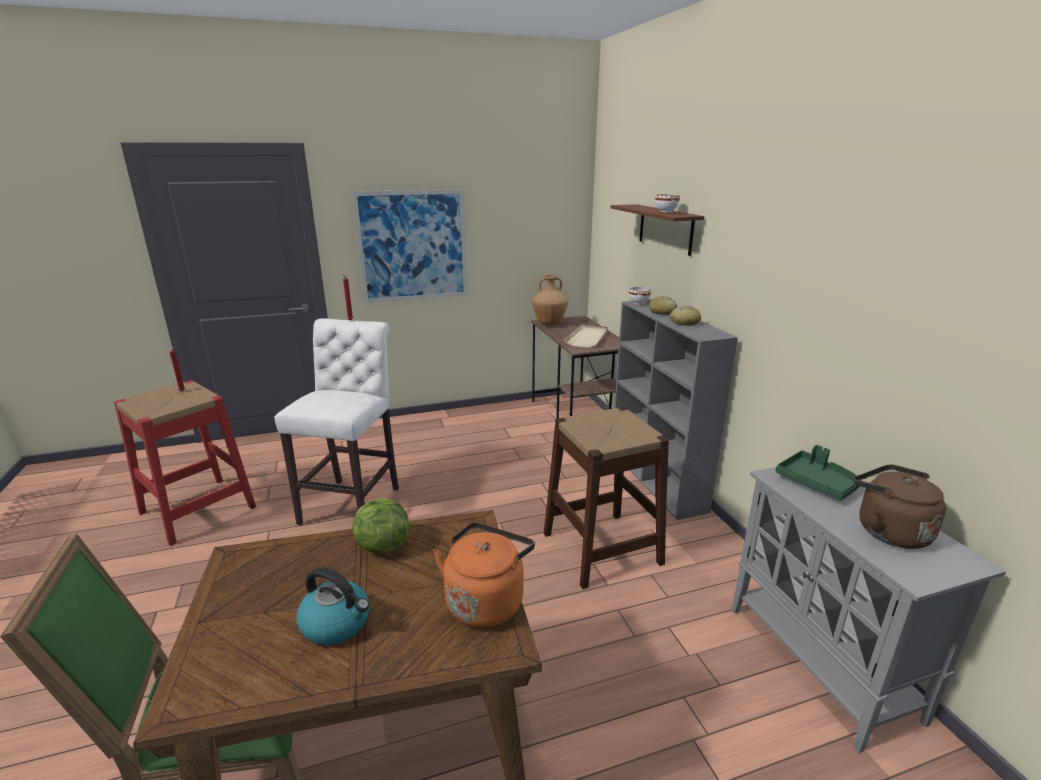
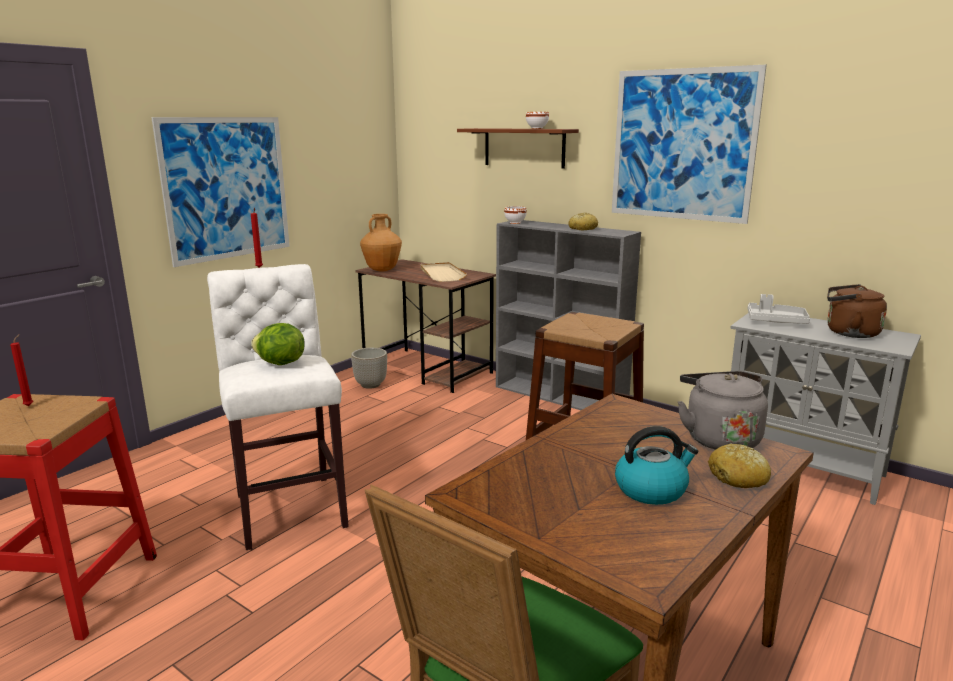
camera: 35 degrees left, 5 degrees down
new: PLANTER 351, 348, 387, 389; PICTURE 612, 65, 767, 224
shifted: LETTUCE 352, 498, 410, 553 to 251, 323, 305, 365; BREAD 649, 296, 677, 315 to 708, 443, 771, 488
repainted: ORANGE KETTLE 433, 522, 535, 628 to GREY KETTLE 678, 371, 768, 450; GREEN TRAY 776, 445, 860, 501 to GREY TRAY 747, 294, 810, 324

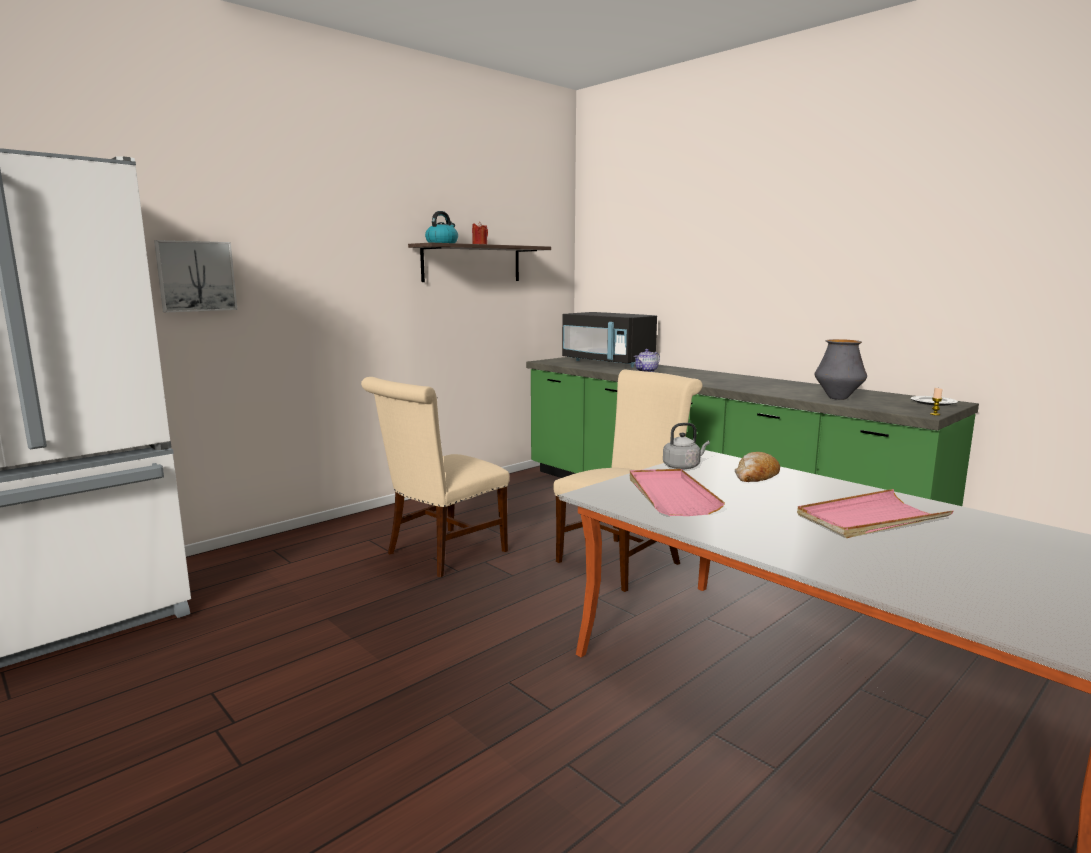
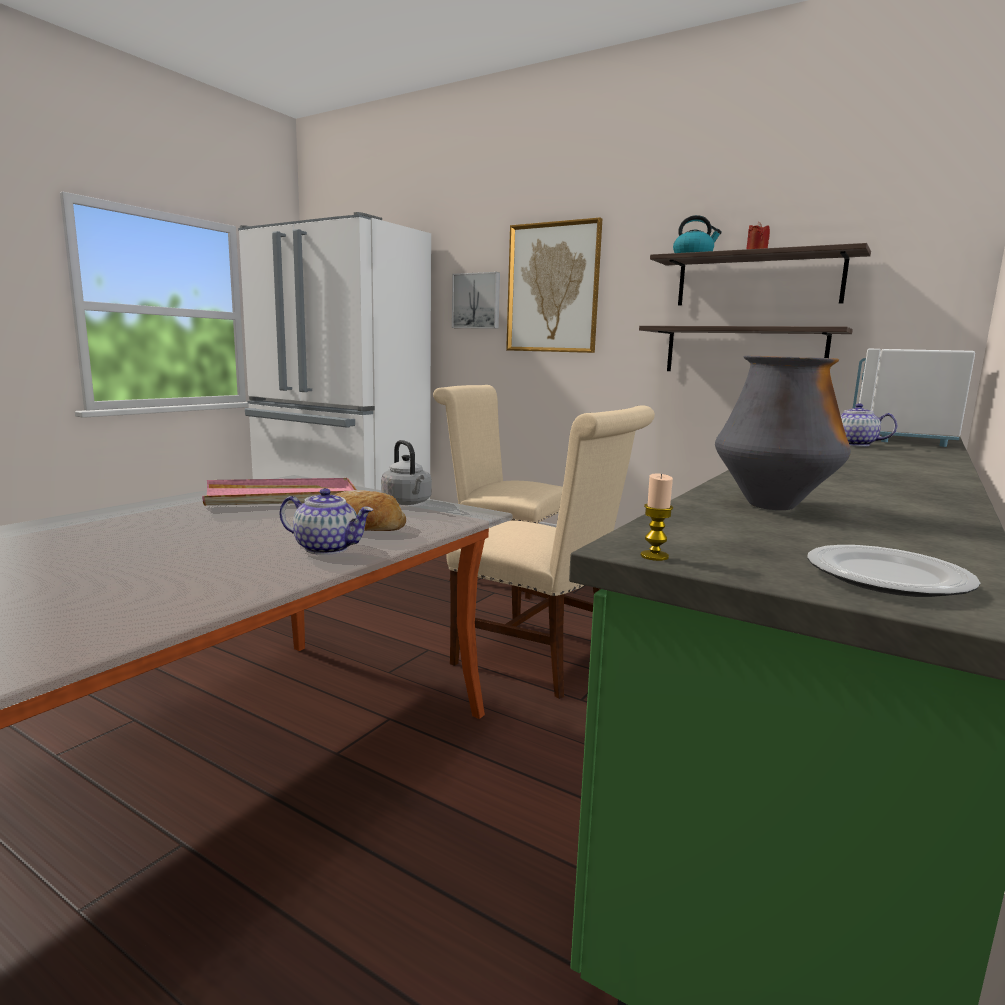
camera: 75 degrees right, 0 degrees up
gone: PINK TRAY 797, 489, 954, 538
new: TEAPOT 280, 488, 373, 555; PICTURE 506, 217, 602, 353; SHELF 639, 326, 853, 371
repainted: BLACK MICROWAVE 562, 312, 657, 368 to WHITE MICROWAVE 853, 349, 975, 447

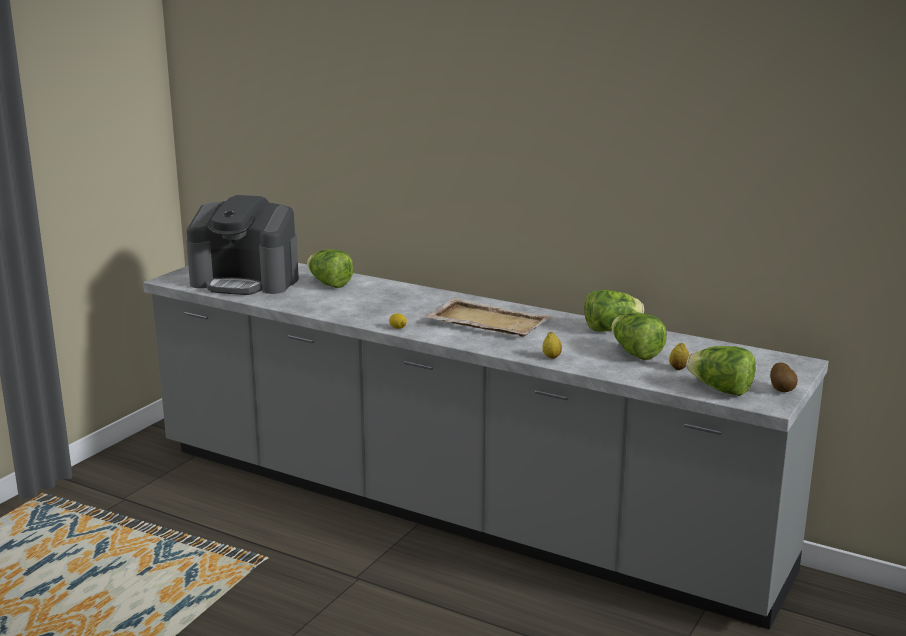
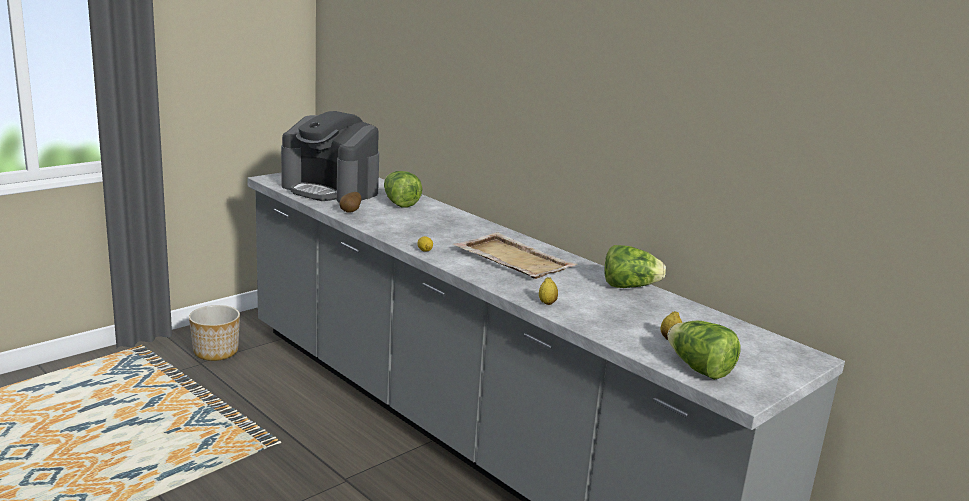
camera: 15 degrees right, 0 degrees up
gone: LETTUCE 611, 313, 667, 360
new: PLANTER 189, 305, 240, 361
shifted: POTATO 770, 362, 798, 392 to 339, 192, 361, 213

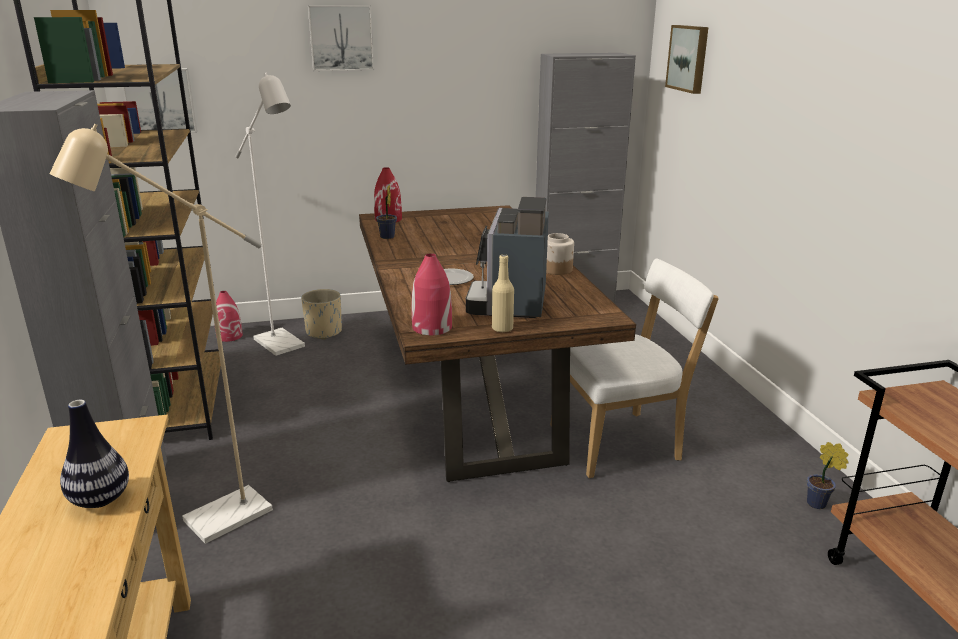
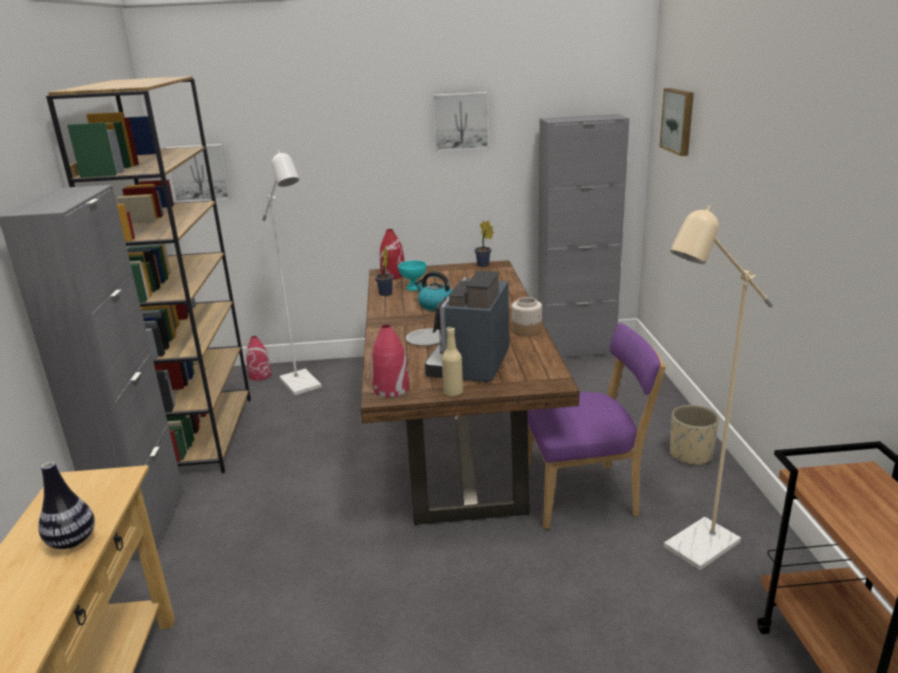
camera: 10 degrees right, 0 degrees up
new: TURQUOISE BOWL 398, 260, 427, 291; KETTLE 415, 271, 452, 311
shifted: BEIGE FLOOR LAMP 50, 123, 273, 544 to 664, 205, 773, 570; BEIGE PLANTER 301, 289, 342, 340 to 670, 405, 719, 466; PICTURE 308, 5, 374, 71 to 433, 92, 489, 152; POTTED PLANT 807, 442, 849, 509 to 474, 221, 494, 267
repainted: WHITE CHAIR 551, 259, 719, 478 to PURPLE CHAIR 527, 323, 666, 529

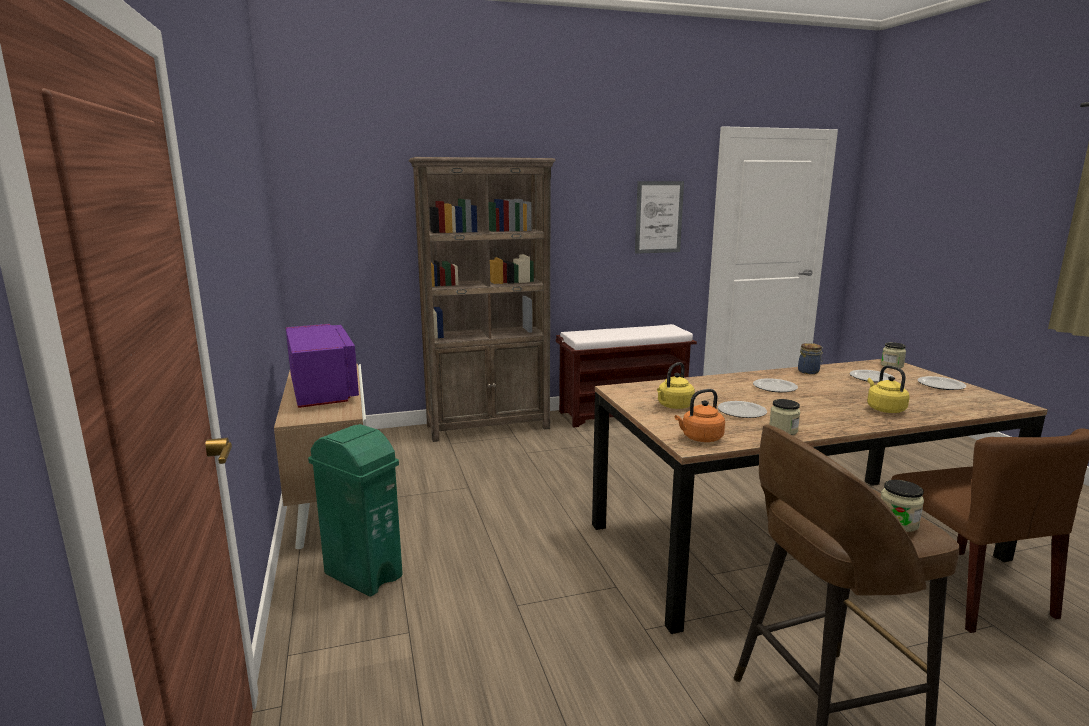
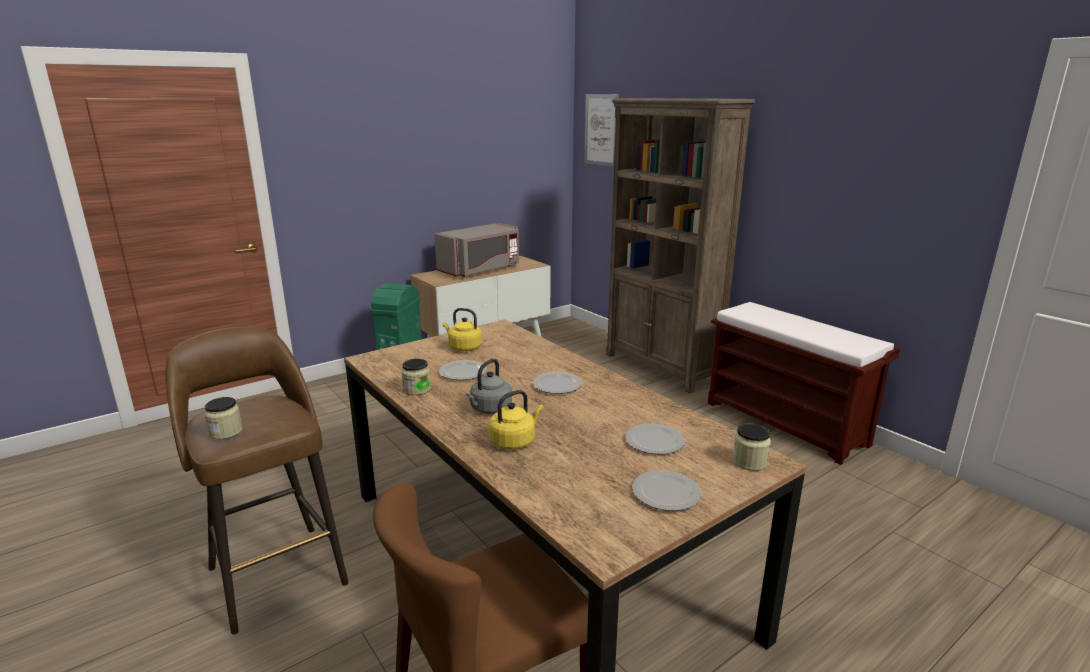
camera: 70 degrees right, 5 degrees up
gone: ORANGE KETTLE 675, 389, 725, 442; JAR 798, 343, 823, 374
new: GREY KETTLE 466, 359, 512, 414
shifted: PICTURE 635, 181, 684, 254 to 584, 94, 620, 167
repainted: PURPLE MICROWAVE 286, 324, 359, 408 to GREY MICROWAVE 434, 223, 519, 277

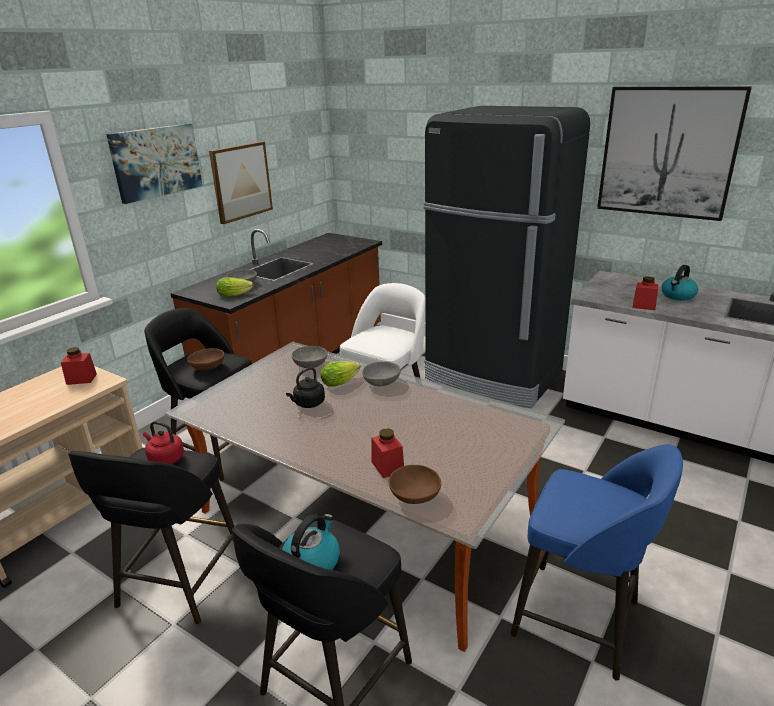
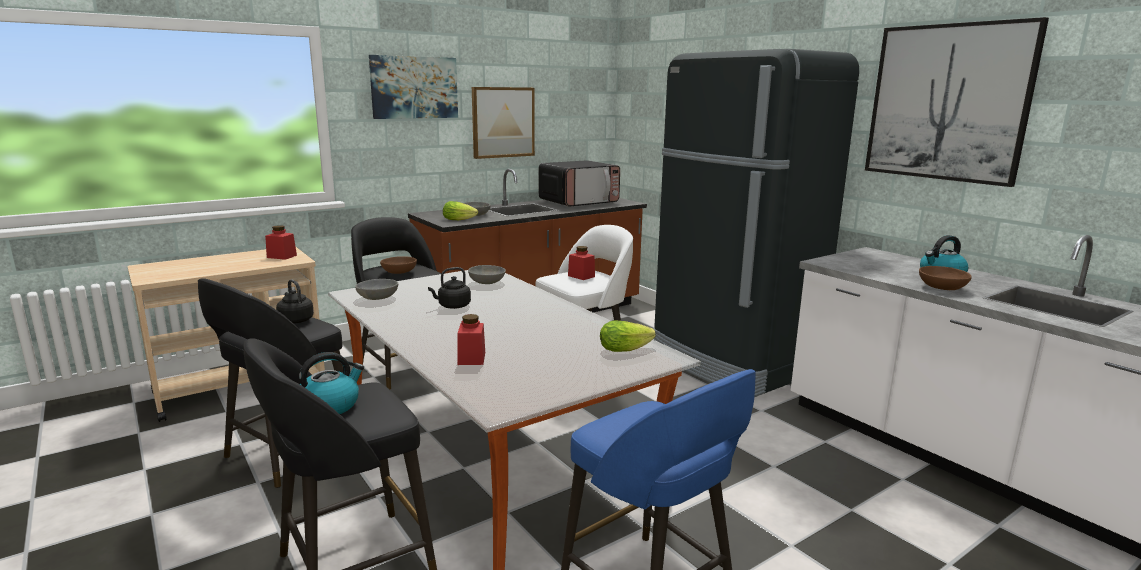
camera: 20 degrees right, 10 degrees down
new: MICROWAVE 539, 160, 620, 206
shifted: LETTUCE 321, 361, 361, 387 to 600, 321, 656, 352; GREY BOWL 362, 362, 401, 386 to 355, 279, 398, 300; BROWN BOWL 389, 465, 441, 504 to 919, 266, 972, 290; RED JAR 633, 276, 658, 310 to 568, 246, 595, 280
repainted: RED KETTLE 143, 421, 184, 464 to BLACK KETTLE 276, 279, 314, 324

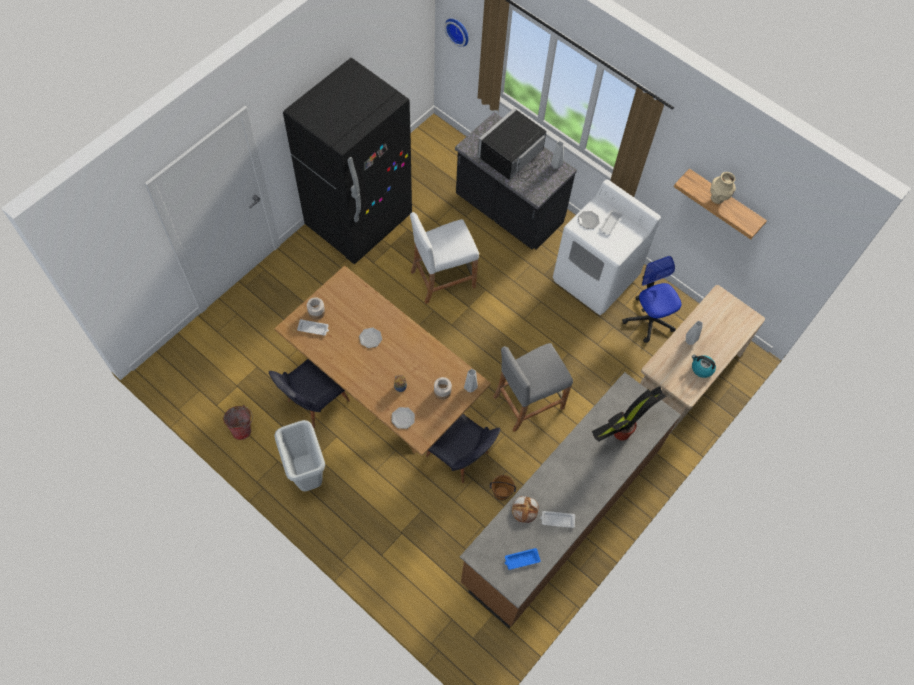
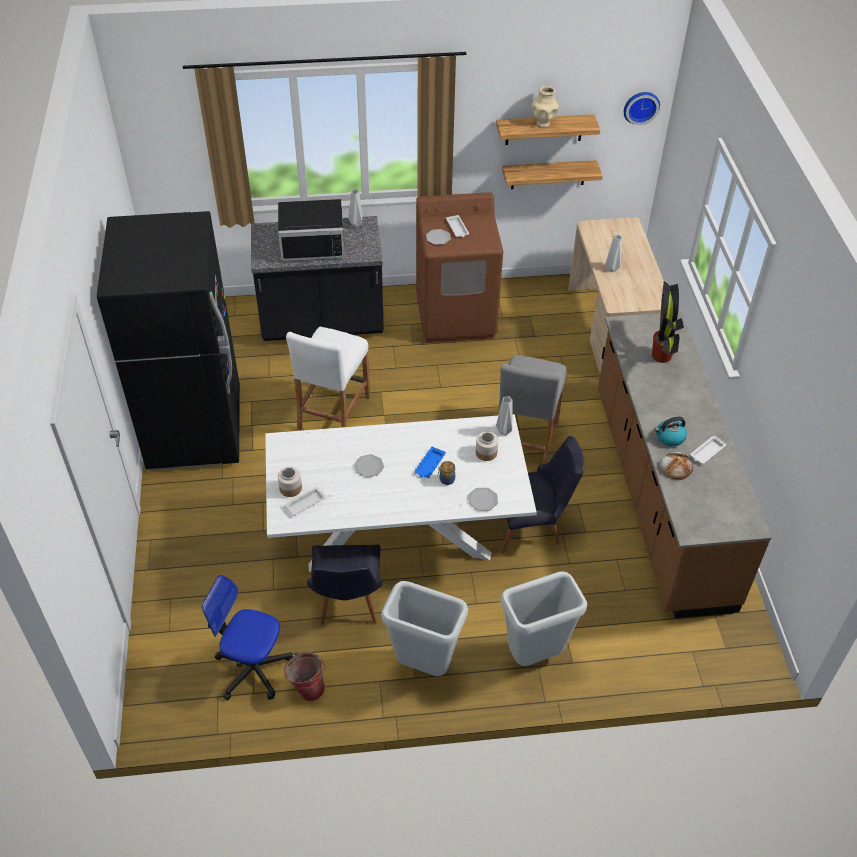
camera: 45 degrees left, 15 degrees down
gone: BROWN BUCKET 490, 475, 516, 501
new: GREY TRASH CAN 500, 571, 587, 666; SHELF 502, 160, 603, 189
shifted: WALL CLOCK 444, 19, 468, 47 to 624, 92, 660, 125; BLUE TRAY 505, 548, 541, 570 to 414, 447, 446, 478; OFFICE CHAIR 622, 256, 682, 343 to 202, 575, 293, 700; KETTLE 692, 355, 716, 378 to 655, 417, 687, 447
repainted: BROWN DINING TABLE 274, 266, 491, 456 to WHITE DINING TABLE 265, 414, 537, 572; WHITE WASHING MACHINE 553, 179, 661, 315 to BROWN WASHING MACHINE 416, 192, 503, 343
rotated: BLACK MICROWAVE 478, 108, 546, 182 = 278, 199, 345, 261 90 degrees counterclockwise

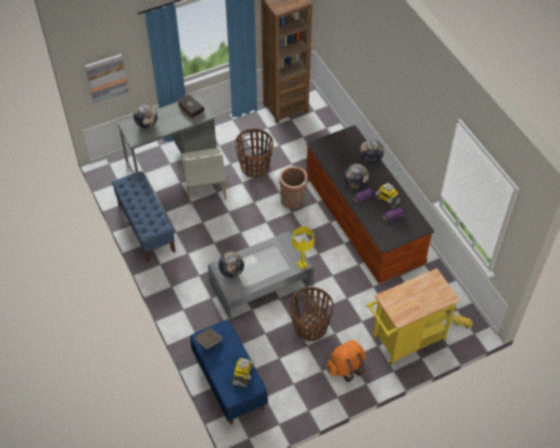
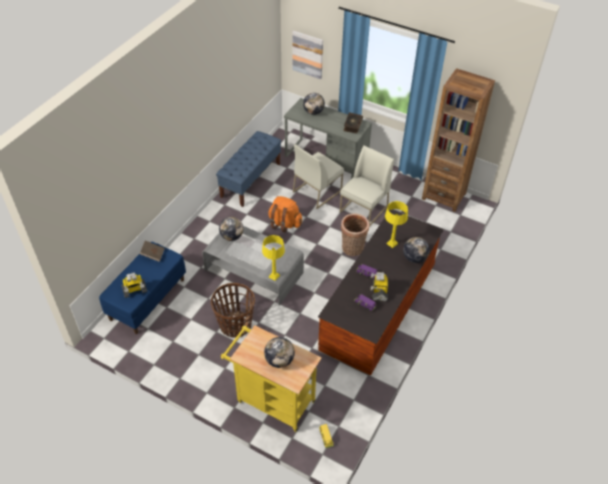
camera: 55 degrees right, 5 degrees down
new: YELLOW TABLE LAMP 385, 201, 408, 248
shifted: ORANGE BACKPACK 327, 340, 366, 382 to 269, 196, 302, 233; GLOBE 344, 164, 369, 189 to 264, 337, 295, 368
swapped: BASKET 235, 128, 274, 178 to WHITE CHAIR 340, 146, 394, 227

